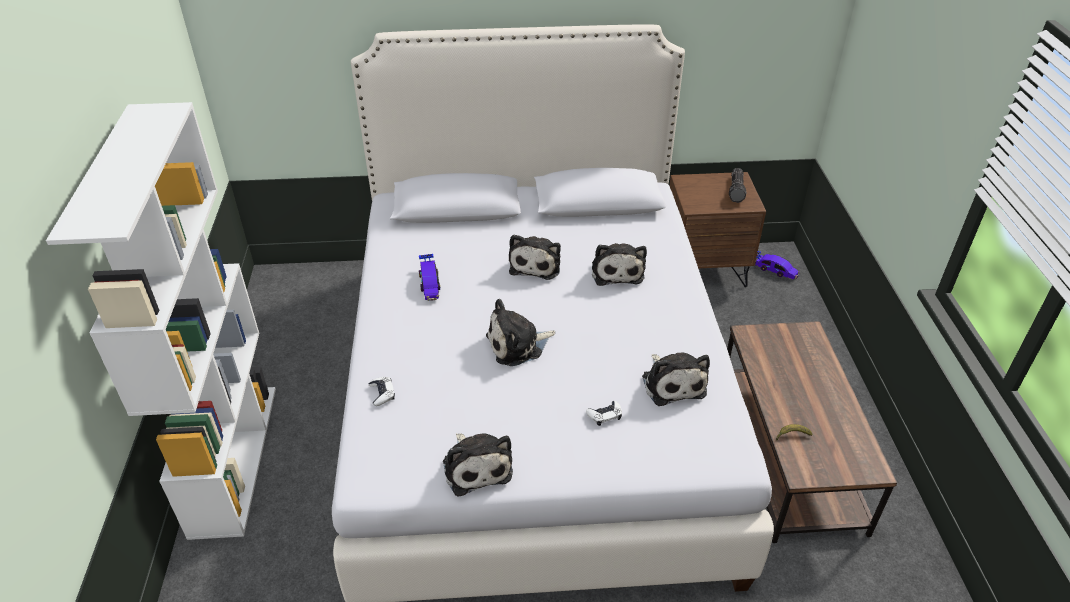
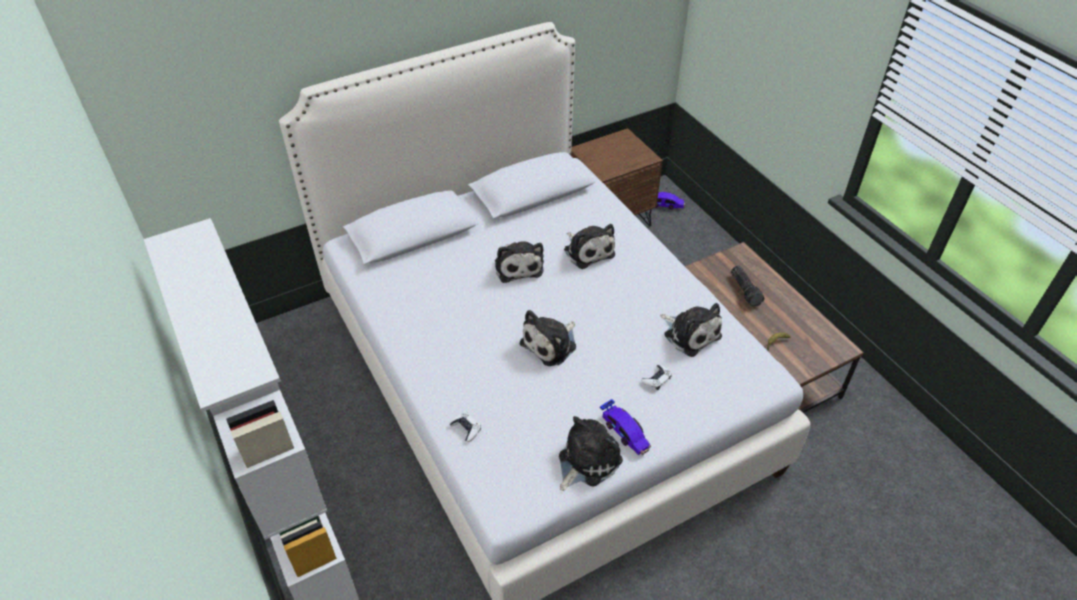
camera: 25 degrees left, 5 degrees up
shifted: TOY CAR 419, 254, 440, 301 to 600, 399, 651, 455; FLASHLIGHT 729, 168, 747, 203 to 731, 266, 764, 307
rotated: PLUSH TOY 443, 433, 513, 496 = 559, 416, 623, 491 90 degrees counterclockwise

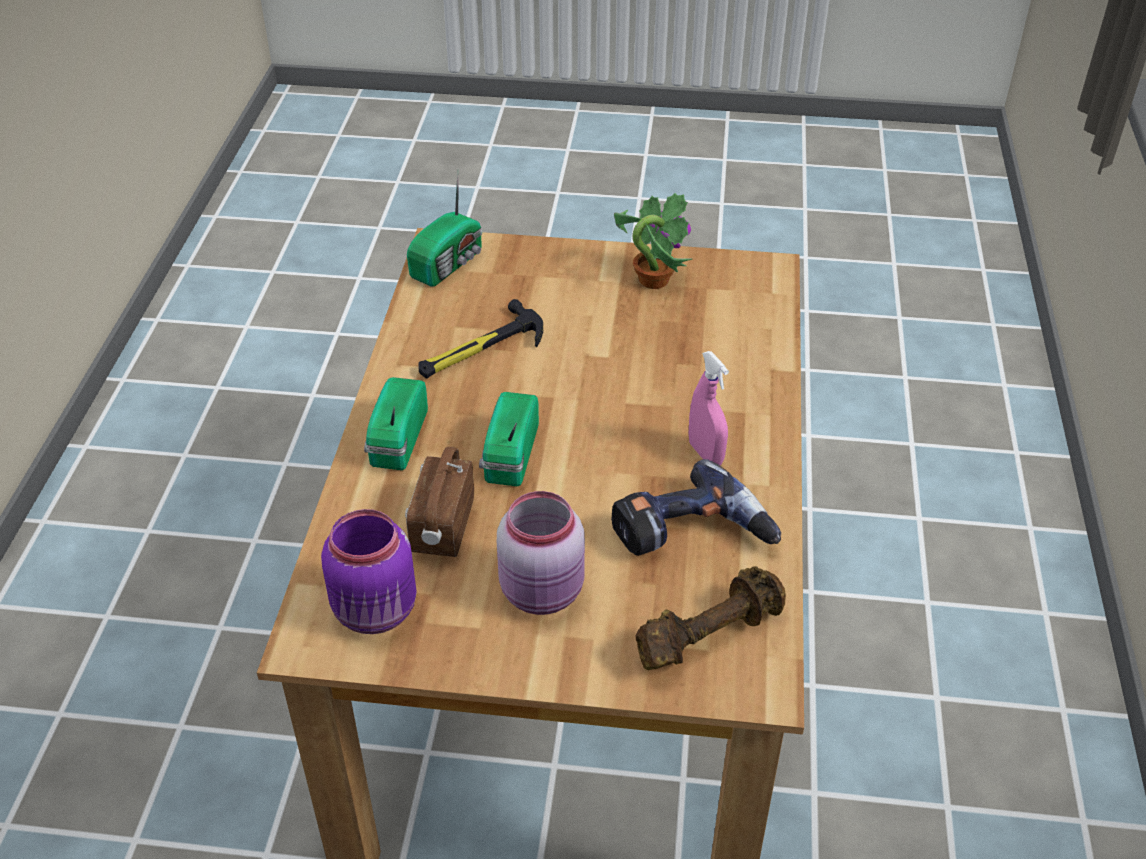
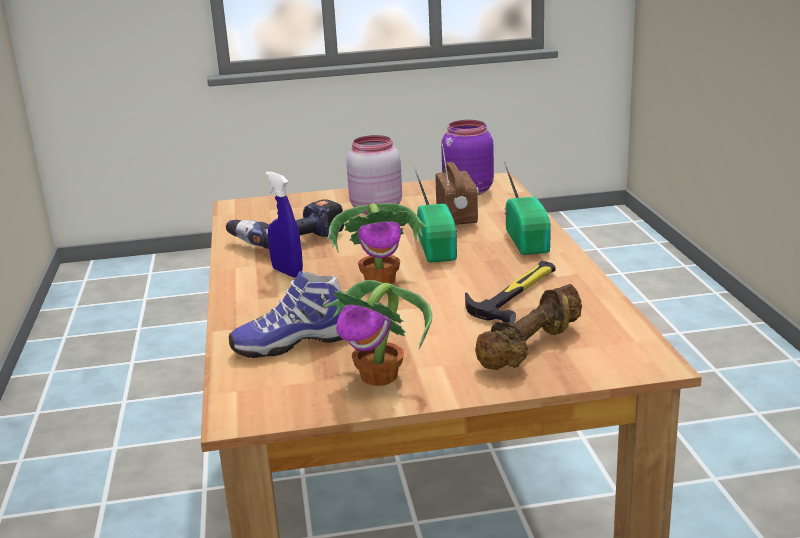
camera: 165 degrees right, 20 degrees down
gone: RADIO 407, 172, 482, 287
new: SHOE 229, 271, 343, 358; POTTED PLANT 327, 203, 428, 284
shifted: BROWN DUMBBELL 635, 566, 786, 670 to 475, 284, 582, 370
repainted: PINK SPRAY BOTTLE 689, 351, 729, 465 to BLUE SPRAY BOTTLE 265, 171, 303, 278

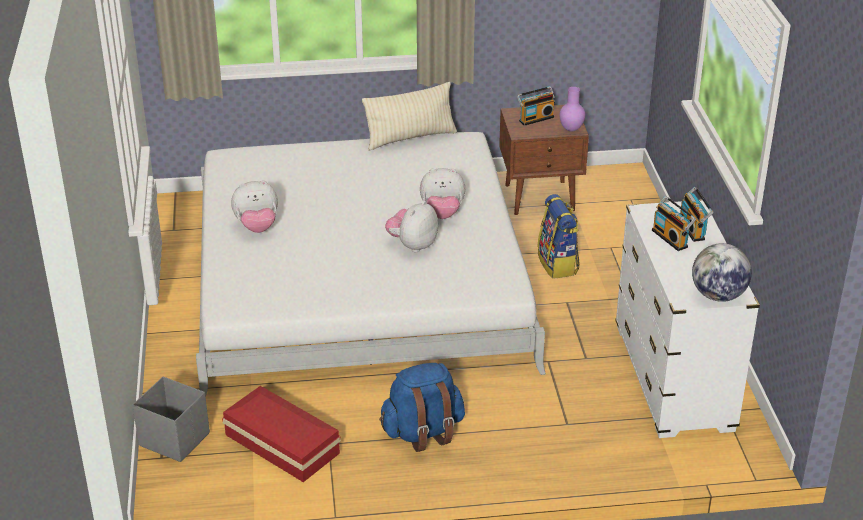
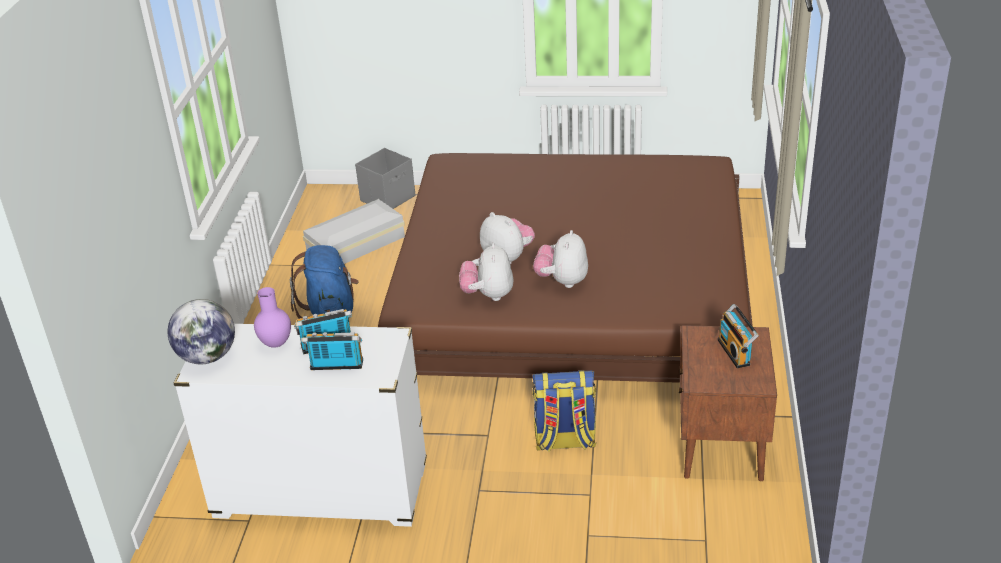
camera: 105 degrees right, 0 degrees up
gone: BEIGE PILLOW 362, 82, 457, 150
shifted: PLUSH TOY 231, 180, 278, 233 to 459, 243, 514, 301; PURPLE VASE 559, 87, 585, 132 to 254, 287, 291, 348
repainted: WHITE BED 196, 132, 546, 397 to BROWN BED 378, 153, 753, 383; RED STORAGE BOX 222, 386, 341, 482 to WHITE STORAGE BOX 303, 199, 405, 264

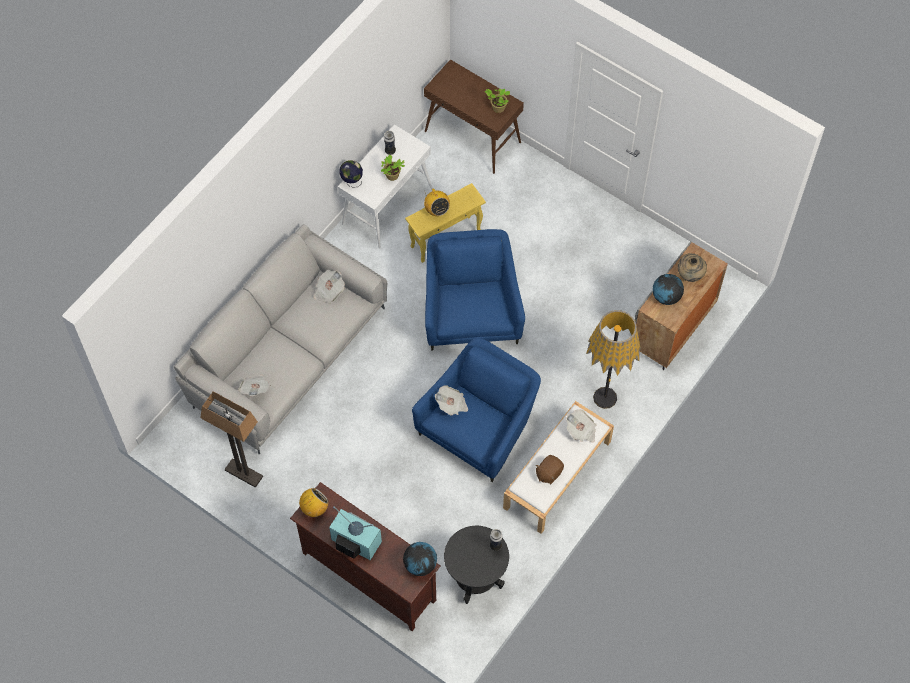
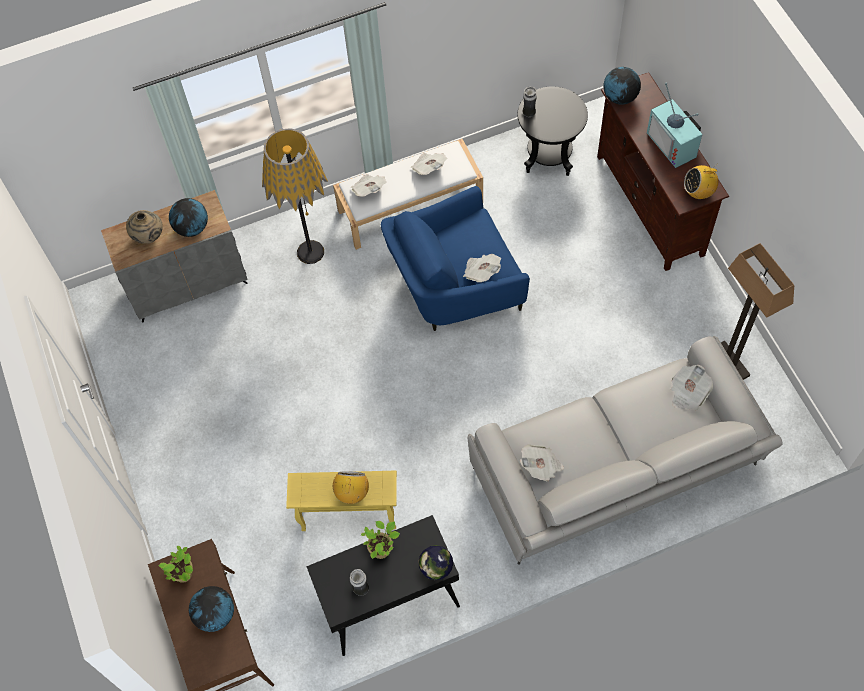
camera: 145 degrees left, 0 degrees up
gone: BLUE ARMCHAIR 425, 229, 525, 351
new: GLOBE 189, 586, 234, 632
swapped: BROWN PLUSH TOY 536, 455, 564, 484 to NEWSPAPER 411, 153, 447, 175
repainted: WHITE CONSOLE TABLE 338, 124, 433, 249 to BLACK CONSOLE TABLE 306, 515, 460, 656

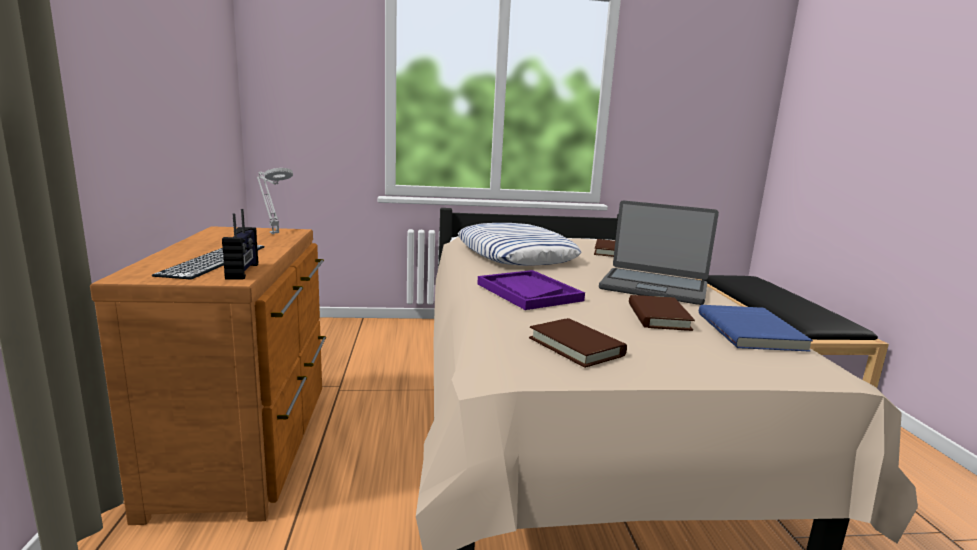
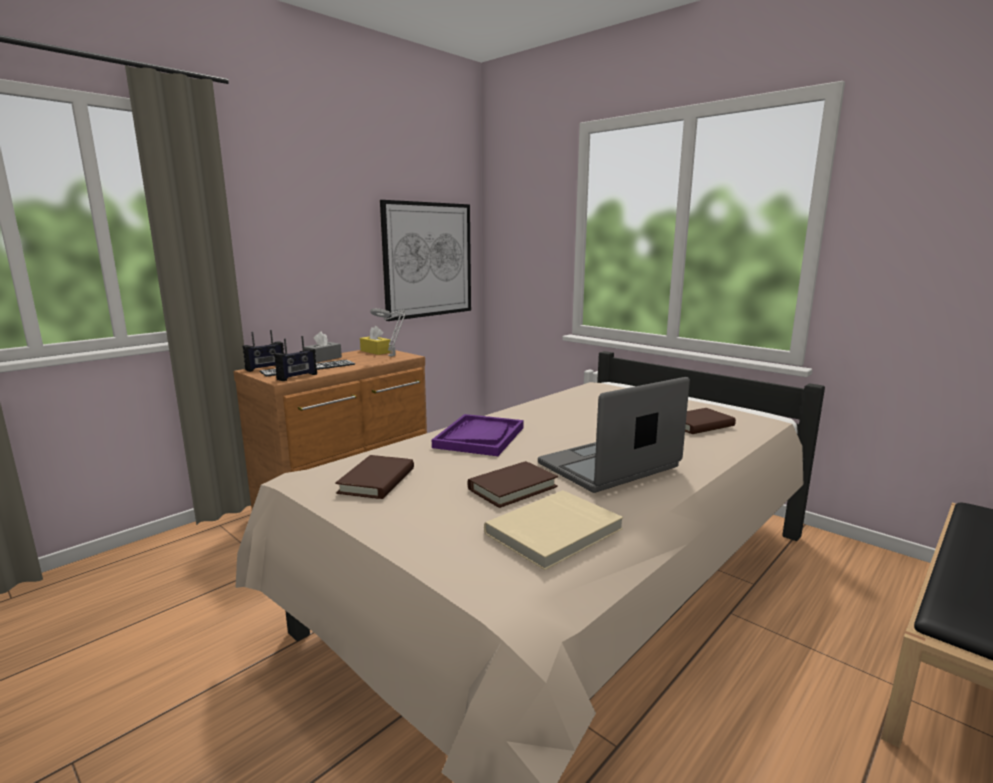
camera: 50 degrees right, 0 degrees up
gone: PILLOW 458, 223, 581, 266
new: RADIO 243, 330, 284, 372; GREY TISSUE BOX 304, 332, 342, 363; YELLOW TISSUE BOX 360, 326, 390, 355; PICTURE 380, 200, 471, 321
repainted: BLUE BOOK 699, 305, 813, 352 to BEIGE BOOK 484, 490, 623, 570
rotated: LAPTOP 599, 200, 719, 305 = 538, 377, 690, 493 75 degrees clockwise

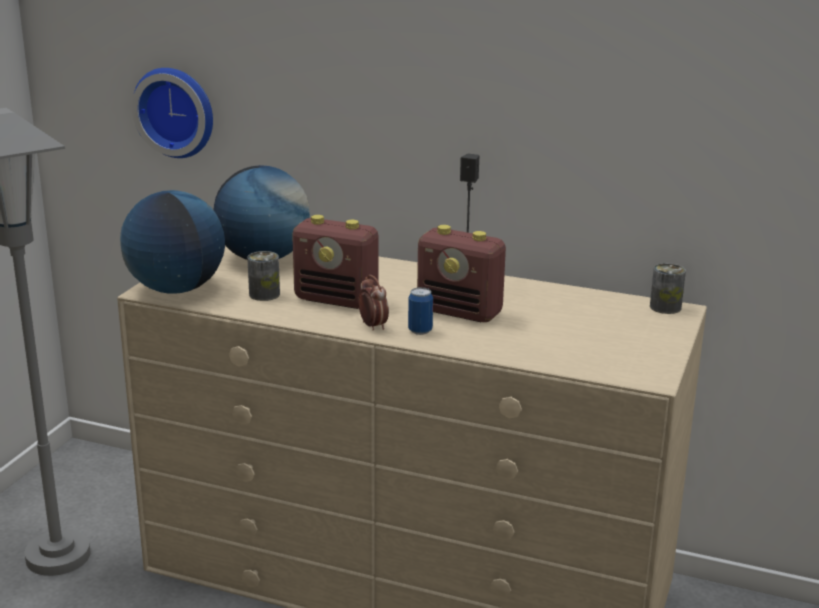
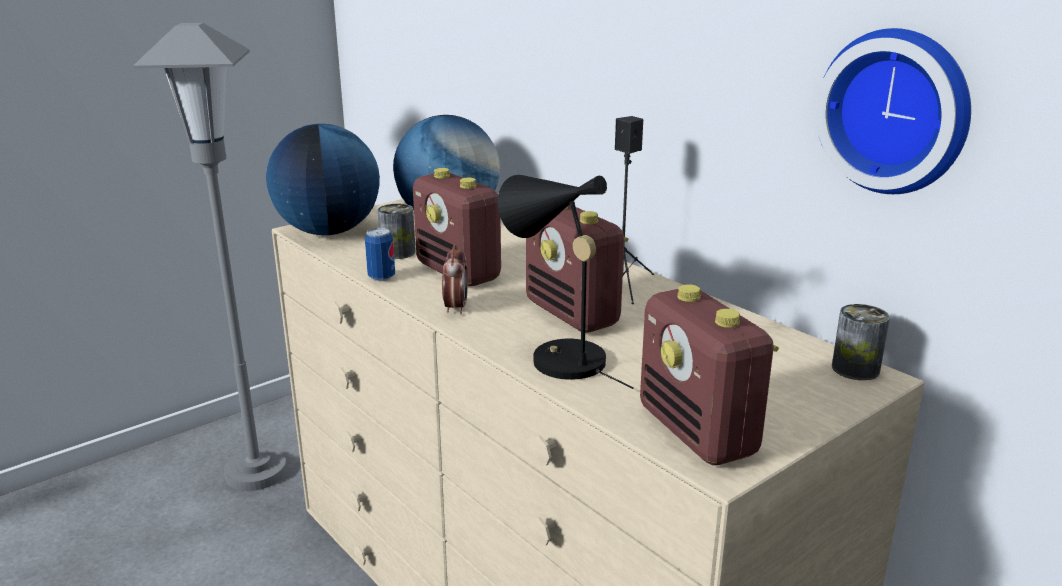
camera: 30 degrees right, 0 degrees up
new: BLACK TABLE LAMP 498, 175, 634, 389; RADIO 640, 284, 779, 465
shifted: WALL CLOCK 132, 68, 213, 158 to 815, 28, 971, 194; CAN 408, 287, 433, 335 to 365, 228, 395, 281

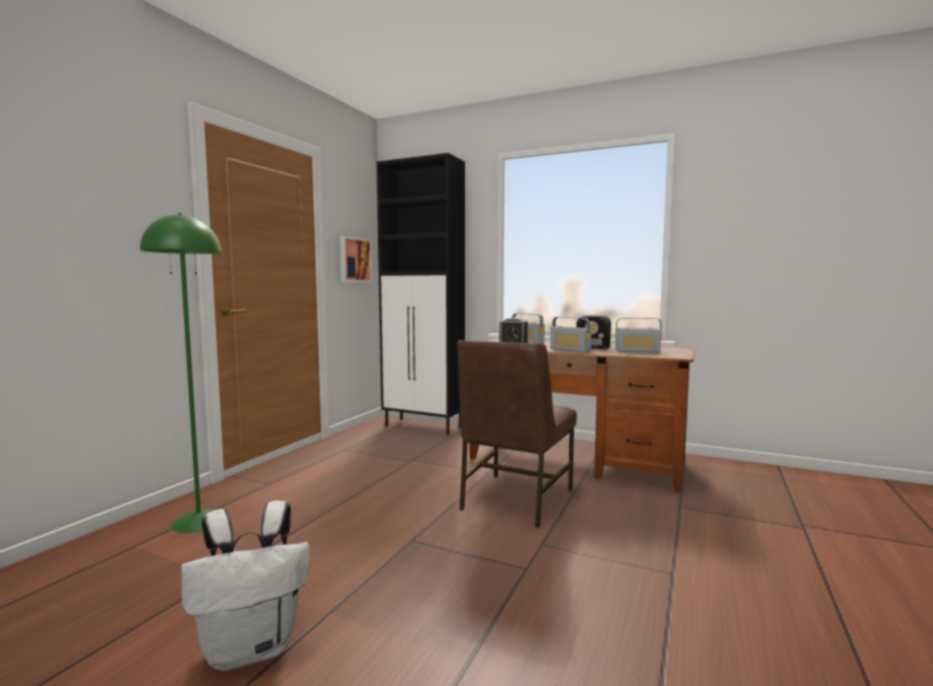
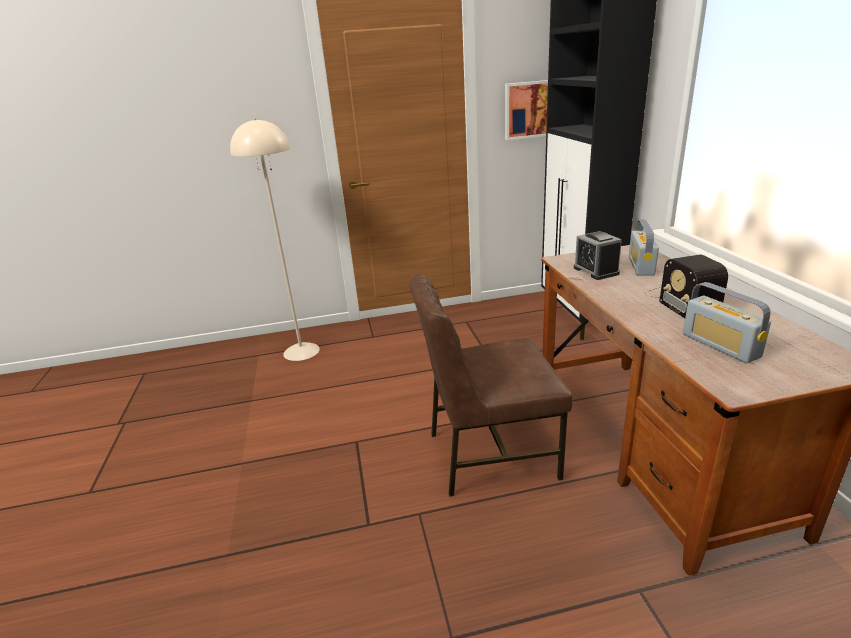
camera: 55 degrees right, 20 degrees up
gone: WHITE BACKPACK 181, 501, 310, 671; RADIO 550, 317, 592, 352
repainted: GREEN FLOOR LAMP 140, 213, 222, 533 to BEIGE FLOOR LAMP 230, 118, 320, 361

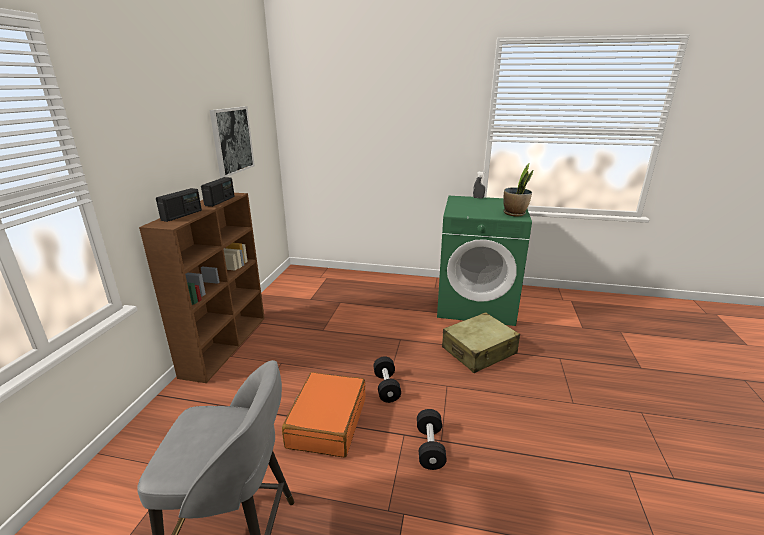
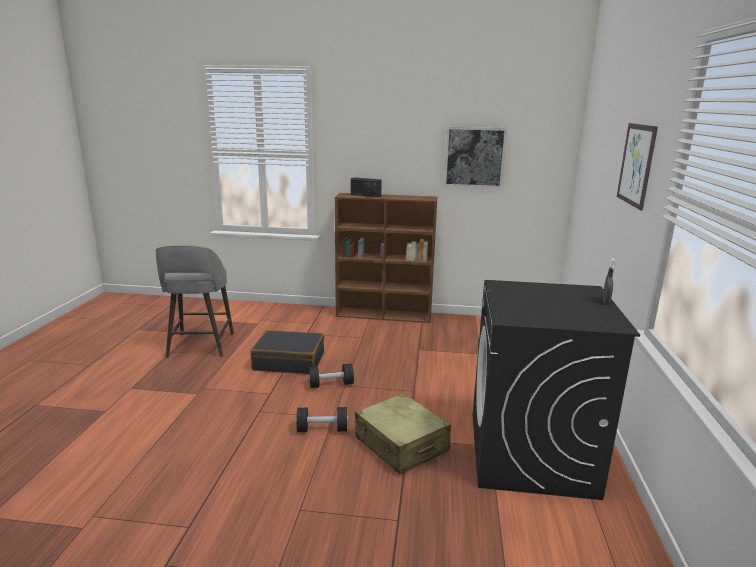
camera: 85 degrees right, 5 degrees down
gone: RADIO 201, 177, 235, 207; POTTED PLANT 503, 164, 533, 216
new: PICTURE 617, 123, 658, 210
shifted: BLACK DUMBBELL 417, 409, 447, 470 to 296, 407, 348, 432
repainted: ORANGE SUITCASE 282, 372, 365, 458 to BLACK SUITCASE 250, 330, 324, 374; GREEN WASHING MACHINE 437, 196, 532, 326 to BLACK WASHING MACHINE 473, 280, 640, 500

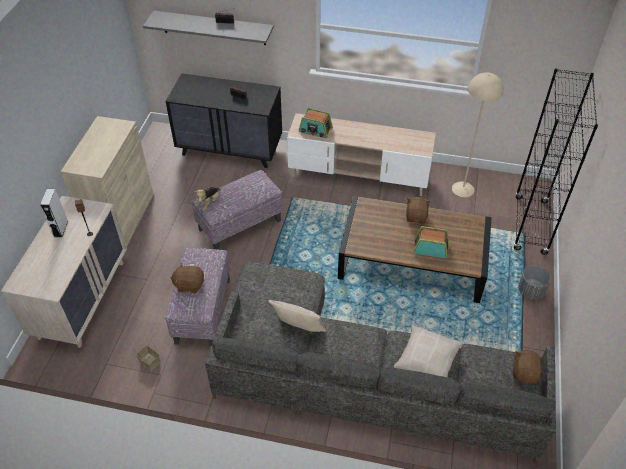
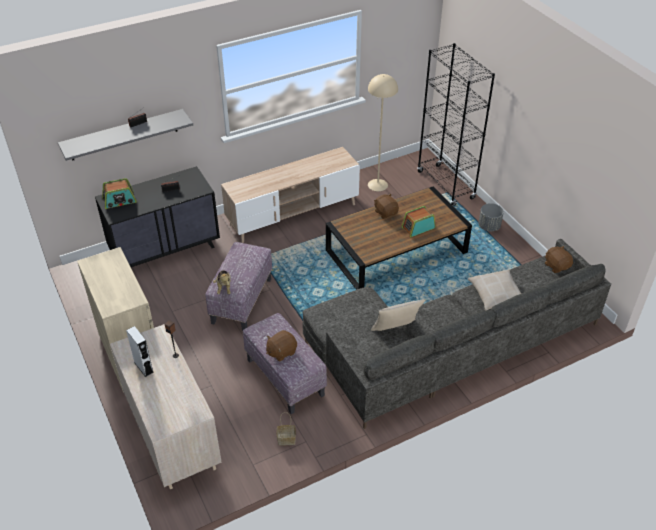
camera: 40 degrees left, 5 degrees down
shifted: RADIO 298, 108, 333, 138 to 102, 178, 137, 209

